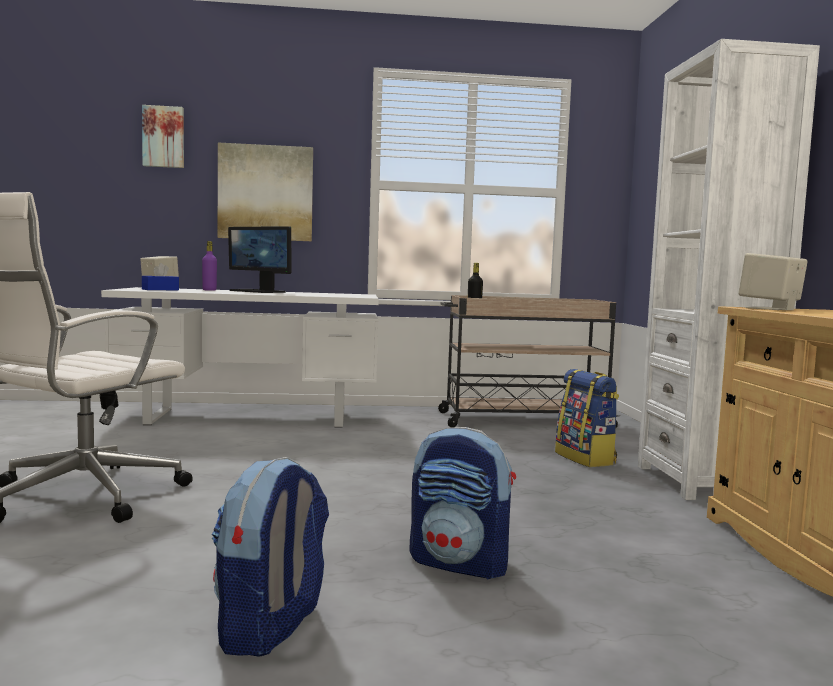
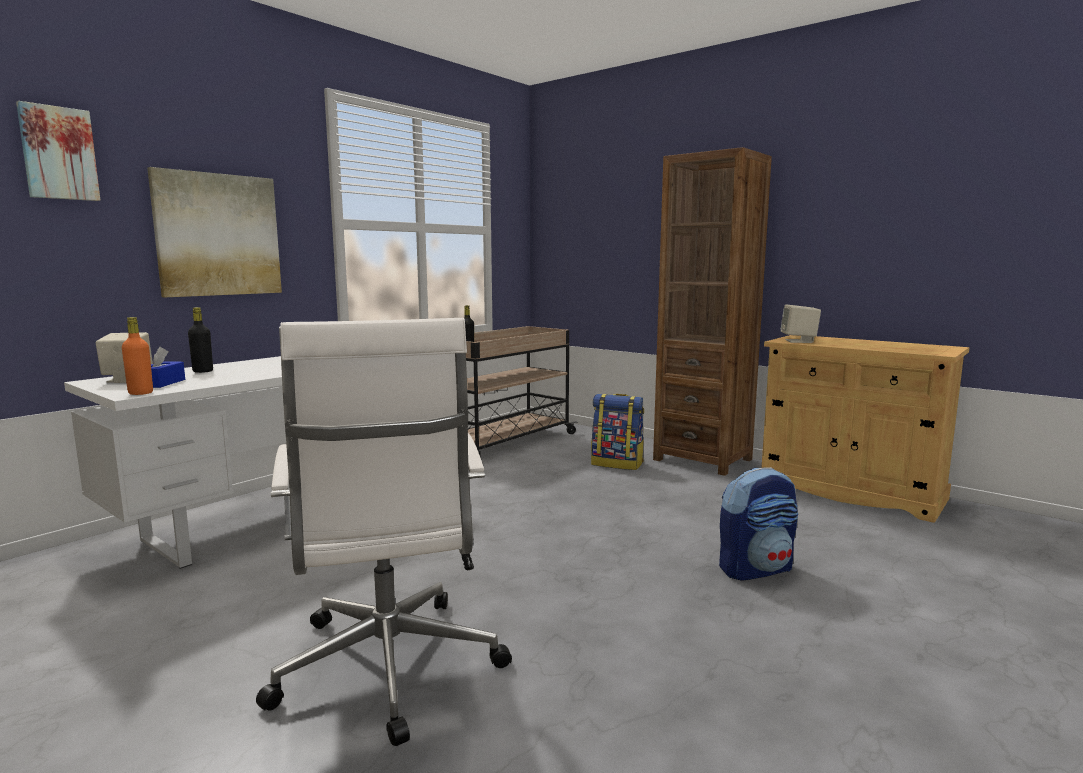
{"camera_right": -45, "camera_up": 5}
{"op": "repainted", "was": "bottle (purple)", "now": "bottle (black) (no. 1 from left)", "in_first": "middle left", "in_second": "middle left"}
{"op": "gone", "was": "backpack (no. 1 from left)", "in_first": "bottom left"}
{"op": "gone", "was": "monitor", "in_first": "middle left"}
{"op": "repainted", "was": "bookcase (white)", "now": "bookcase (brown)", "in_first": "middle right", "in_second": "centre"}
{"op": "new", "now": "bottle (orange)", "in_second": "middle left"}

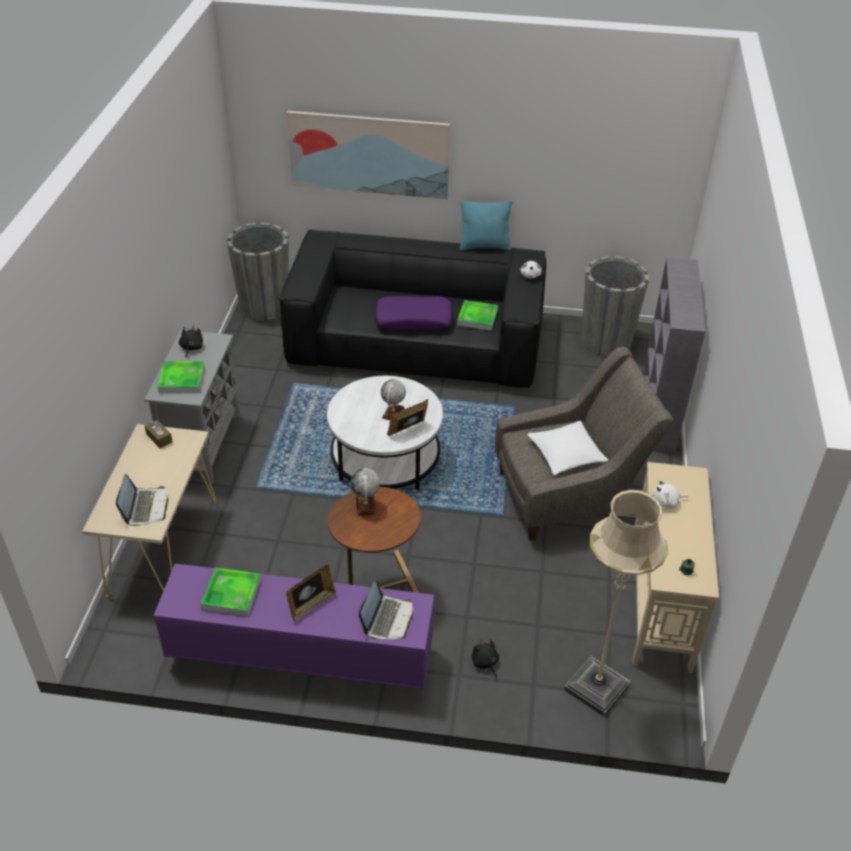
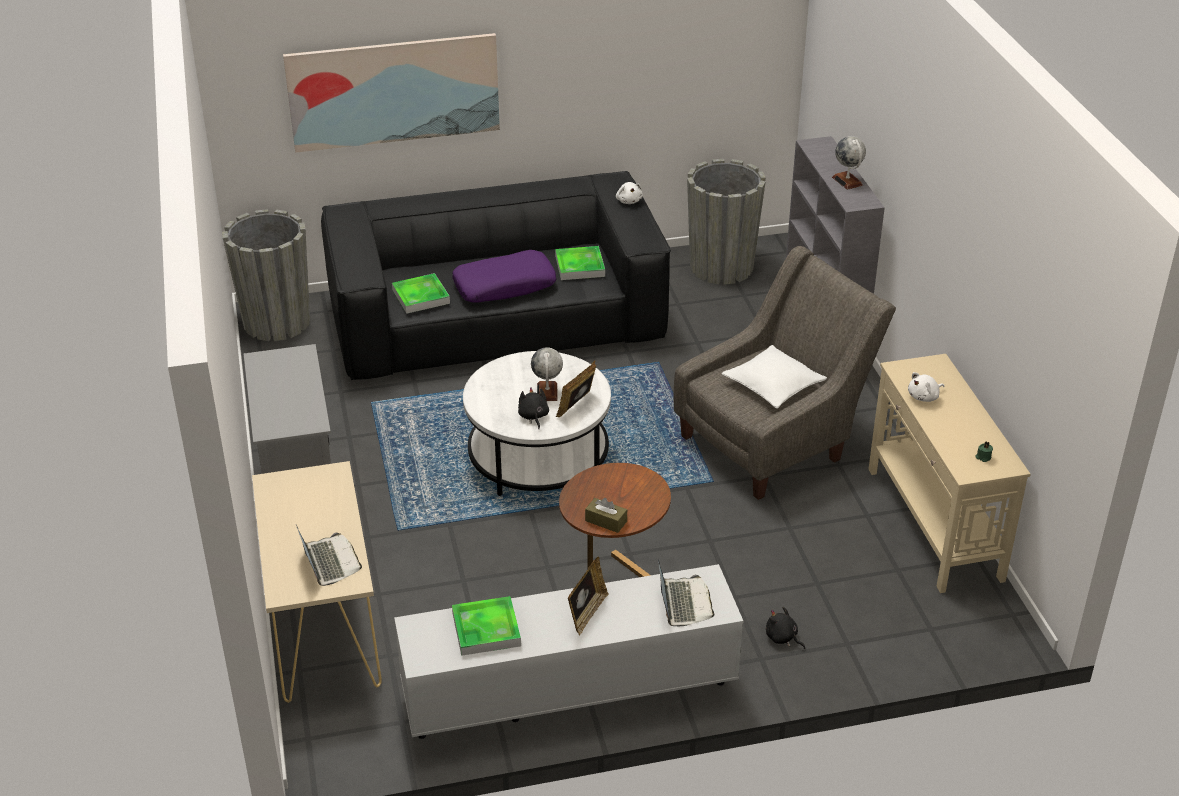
{"camera_right": -20, "camera_up": -5}
{"op": "shifted", "was": "tissue box (brown)", "in_first": "middle left", "in_second": "centre"}
{"op": "repainted", "was": "tv stand (purple)", "now": "tv stand (white)", "in_first": "bottom centre", "in_second": "bottom centre"}
{"op": "shifted", "was": "tray (no. 1 from left)", "in_first": "middle left", "in_second": "centre"}
{"op": "shifted", "was": "plush toy (black) (no. 1 from left)", "in_first": "middle left", "in_second": "centre"}
{"op": "shifted", "was": "globe (no. 1 from left in the first image)", "now": "globe (no. 2 from left)", "in_first": "centre", "in_second": "top right"}
{"op": "gone", "was": "pillow (turquoise)", "in_first": "top centre"}
{"op": "gone", "was": "floor lamp (beige)", "in_first": "bottom right"}

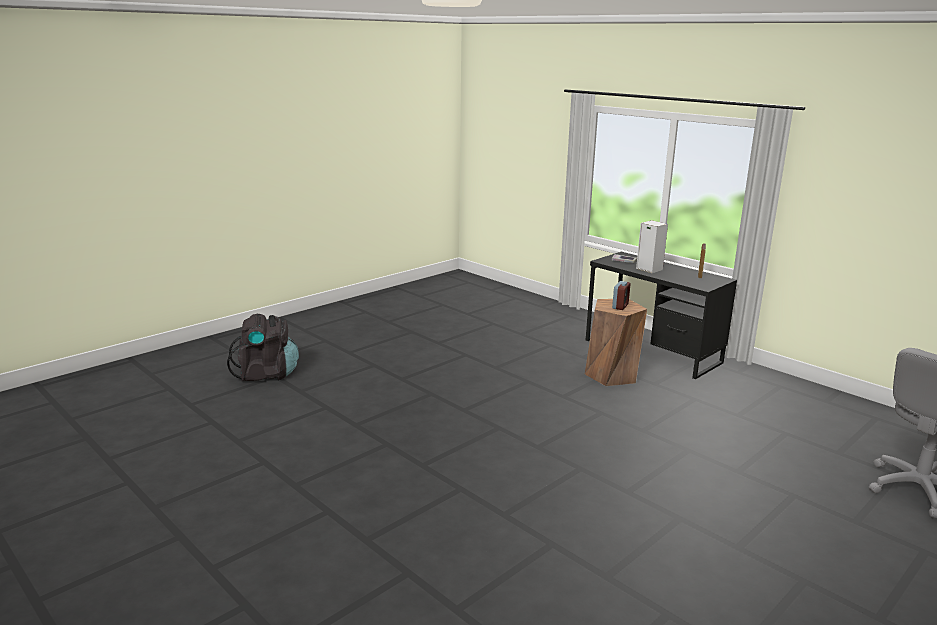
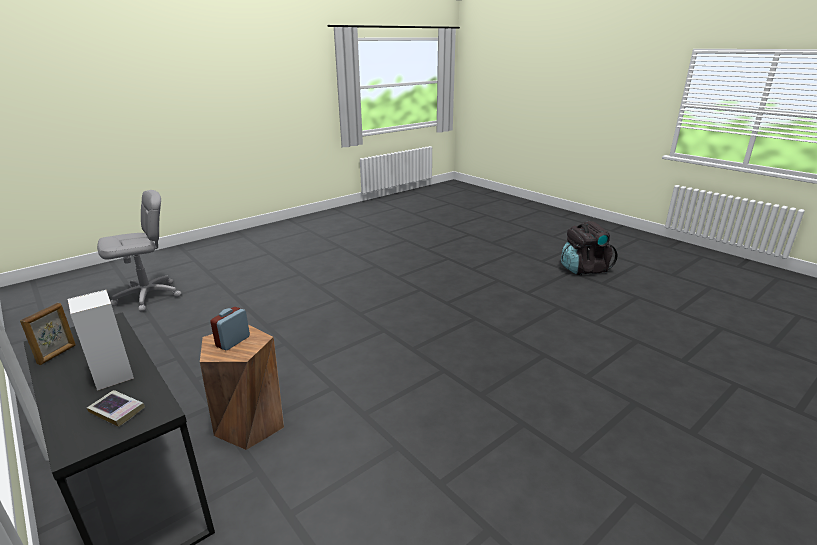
{"camera_right": -175, "camera_up": 5}
{"op": "shifted", "was": "backpack (black)", "in_first": "middle left", "in_second": "middle right"}

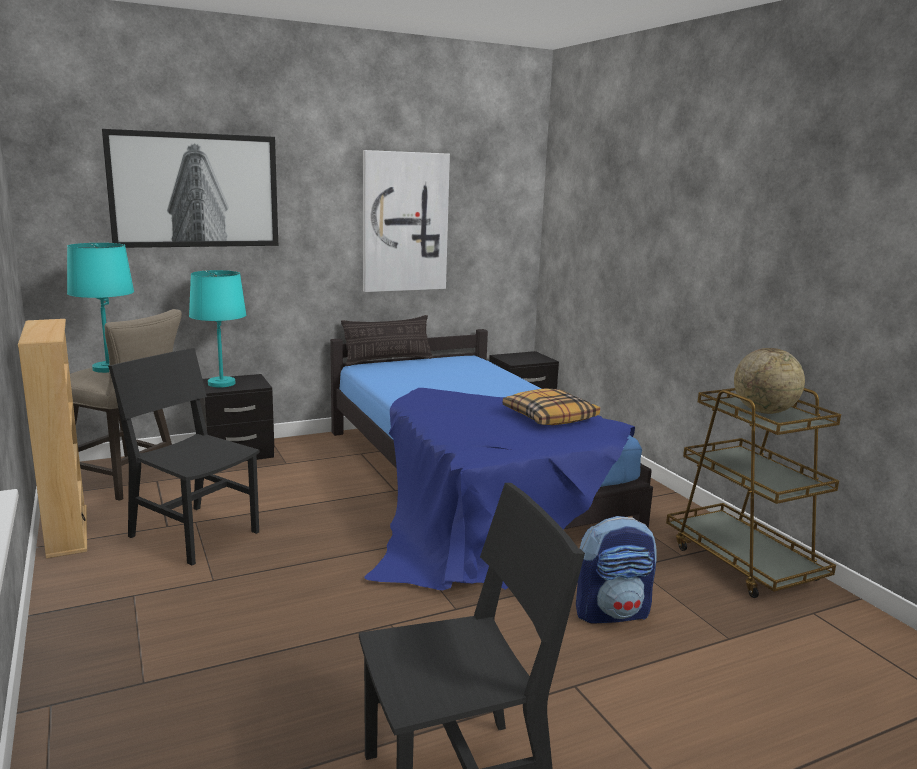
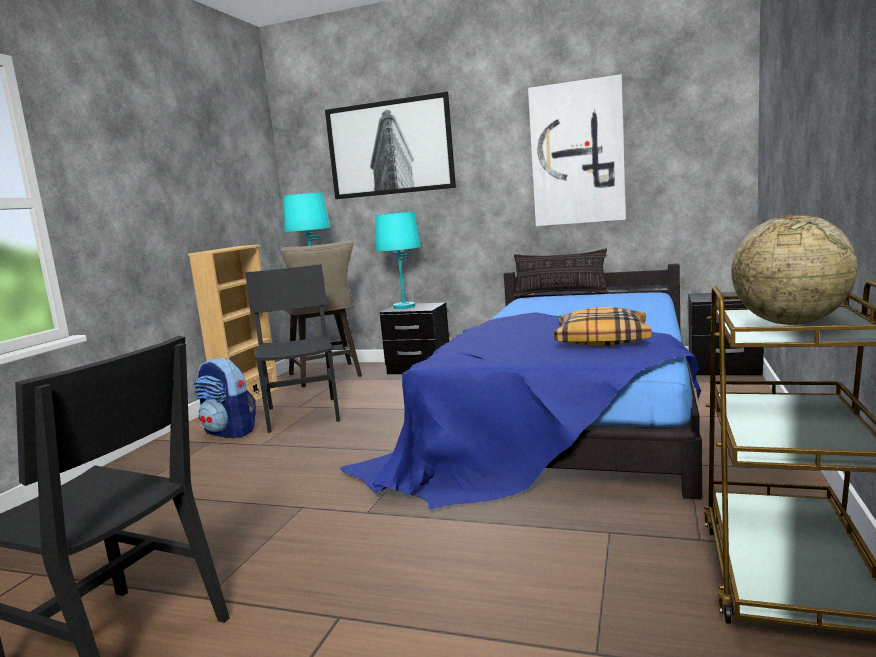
{"camera_right": 45, "camera_up": -5}
{"op": "shifted", "was": "backpack", "in_first": "bottom right", "in_second": "middle left"}

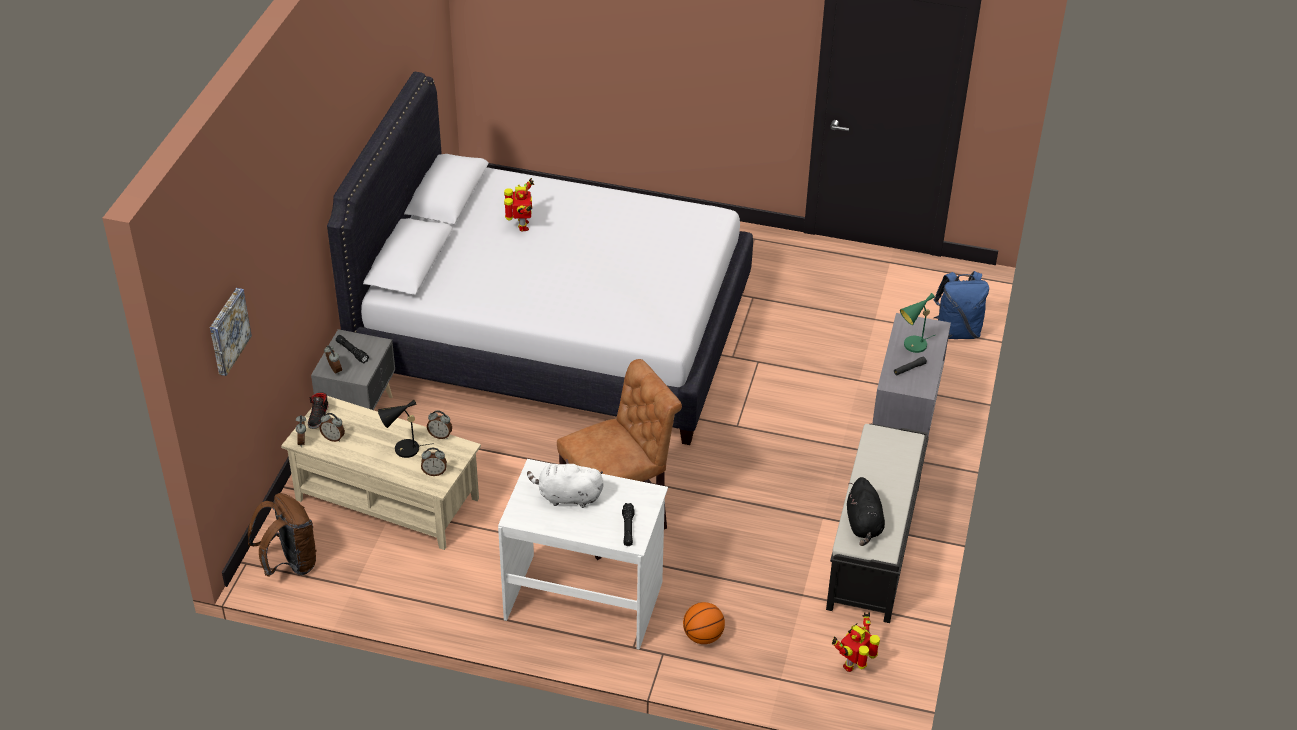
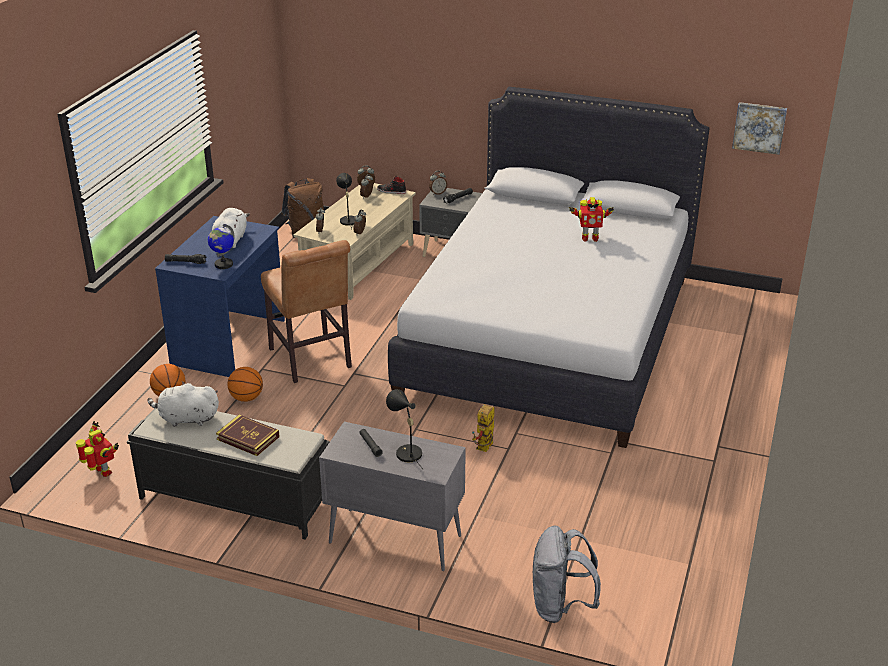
{"camera_right": 95, "camera_up": -10}
{"op": "shifted", "was": "picture", "in_first": "middle left", "in_second": "top right"}
{"op": "repainted", "was": "desk (white)", "now": "desk (blue)", "in_first": "bottom centre", "in_second": "middle left"}
{"op": "repainted", "was": "plush toy (black)", "now": "plush toy (white) (no. 1 from left)", "in_first": "bottom right", "in_second": "middle left"}
{"op": "repainted", "was": "table lamp (green)", "now": "table lamp (black) (no. 2 from left)", "in_first": "middle right", "in_second": "centre"}
{"op": "repainted", "was": "backpack (blue)", "now": "backpack (grey)", "in_first": "middle right", "in_second": "bottom centre"}
{"op": "new", "now": "globe", "in_second": "middle left"}
{"op": "new", "now": "book", "in_second": "middle left"}
{"op": "new", "now": "basketball (no. 2 from left)", "in_second": "middle left"}
{"op": "new", "now": "toy robot (no. 2 from left)", "in_second": "centre"}

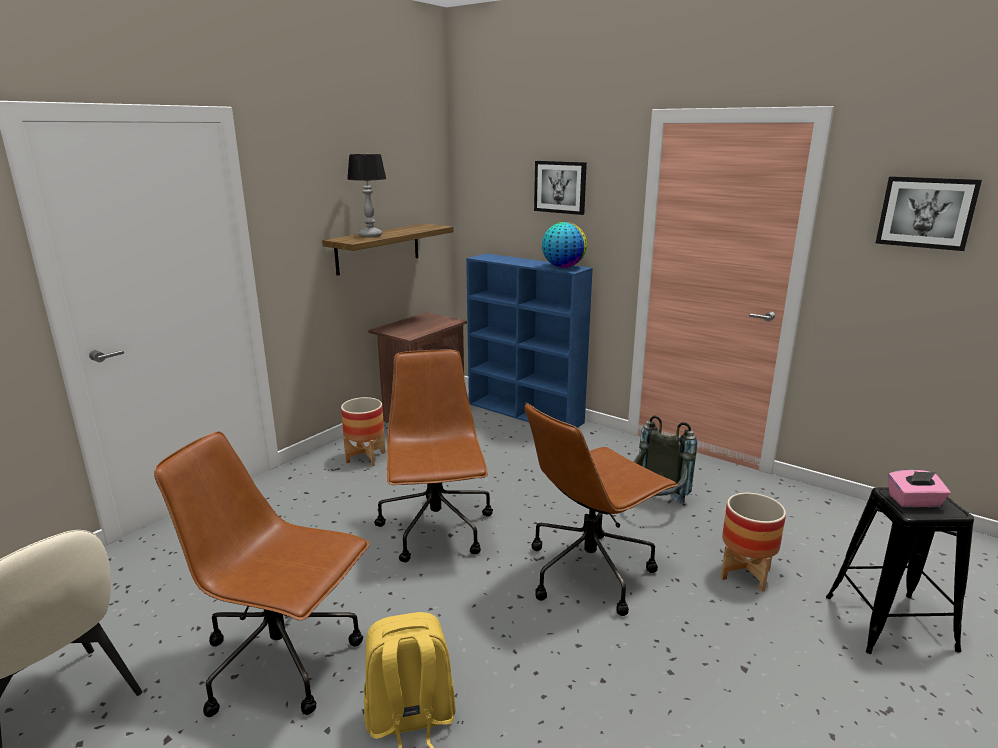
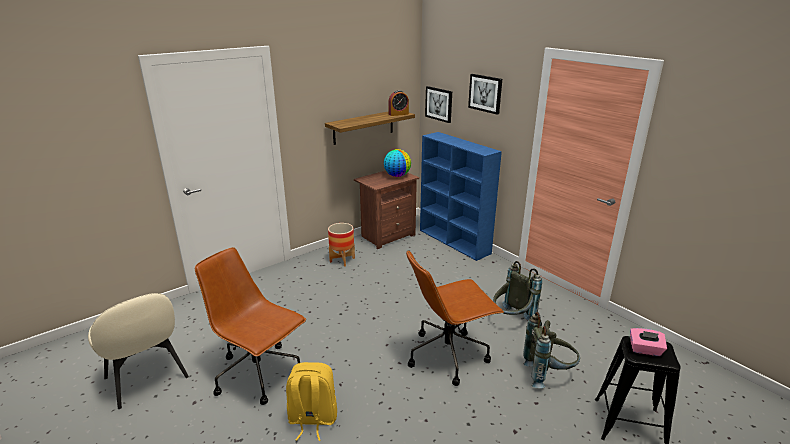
{"camera_right": 15, "camera_up": 5}
{"op": "gone", "was": "table lamp", "in_first": "top centre"}
{"op": "gone", "was": "office chair (brown) (no. 2 from left)", "in_first": "centre"}
{"op": "shifted", "was": "globe", "in_first": "top centre", "in_second": "centre"}
{"op": "swapped", "was": "planter (no. 2 from left)", "now": "backpack (grey) (no. 2 from left)", "in_first": "bottom right", "in_second": "bottom right"}
{"op": "shifted", "was": "picture (no. 2 from left in the first image)", "now": "picture (no. 1 from left)", "in_first": "top right", "in_second": "top centre"}
{"op": "new", "now": "alarm clock", "in_second": "top centre"}

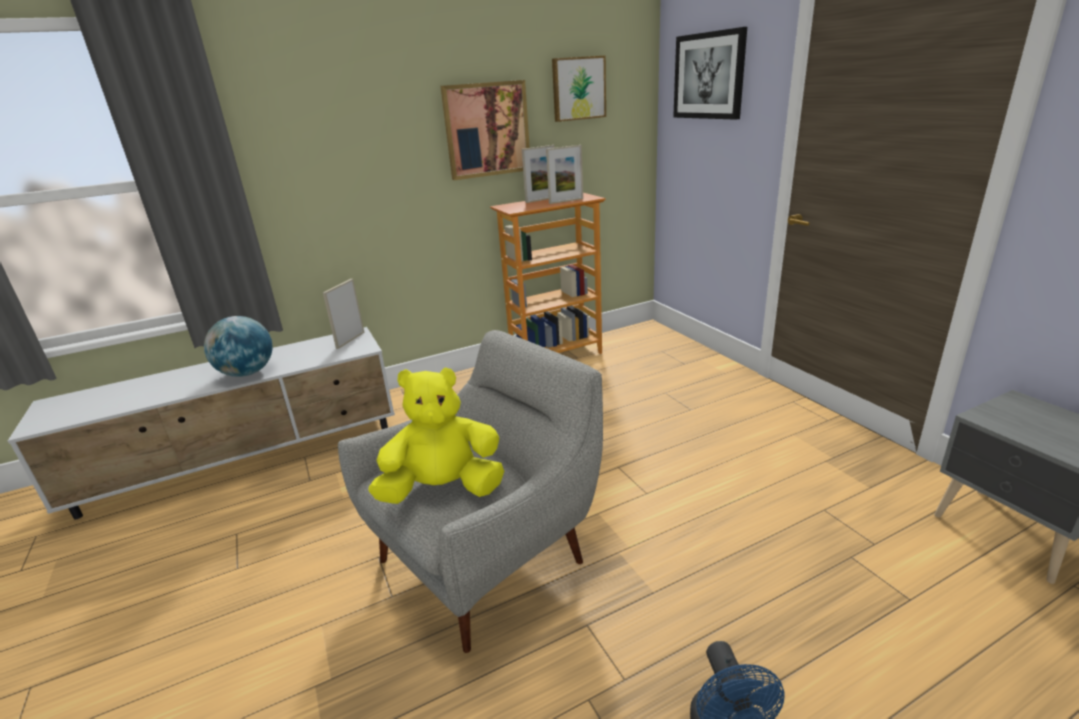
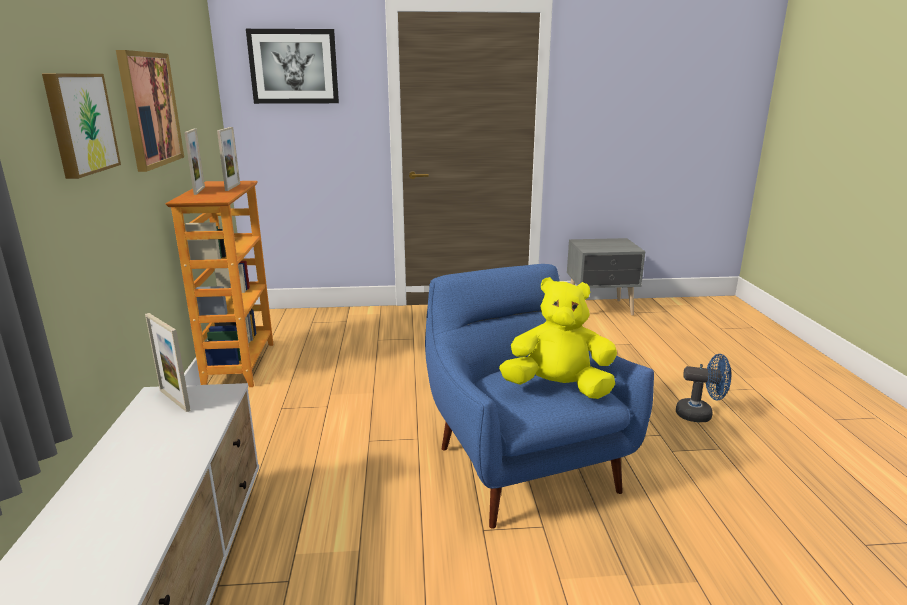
{"camera_right": -70, "camera_up": -5}
{"op": "gone", "was": "globe", "in_first": "middle left"}
{"op": "repainted", "was": "armchair (grey)", "now": "armchair (blue)", "in_first": "bottom centre", "in_second": "centre"}
{"op": "rotated", "was": "plush toy (yellow)", "in_first": "centre", "in_second": "centre", "clockwise": 90}
{"op": "shifted", "was": "picture (no. 2 from left in the first image)", "now": "picture (no. 1 from left)", "in_first": "top centre", "in_second": "top left"}

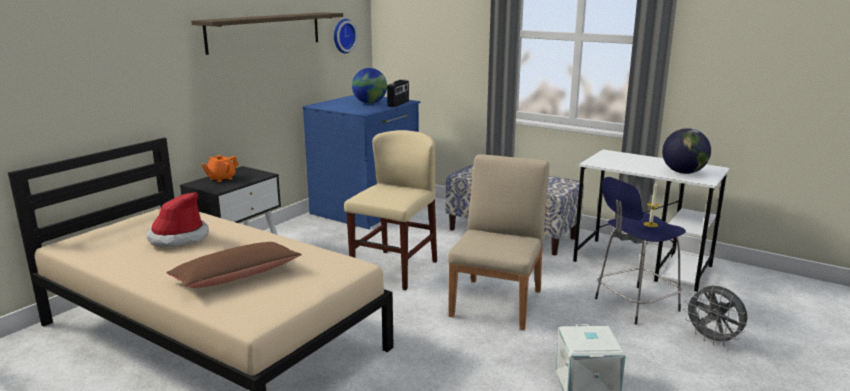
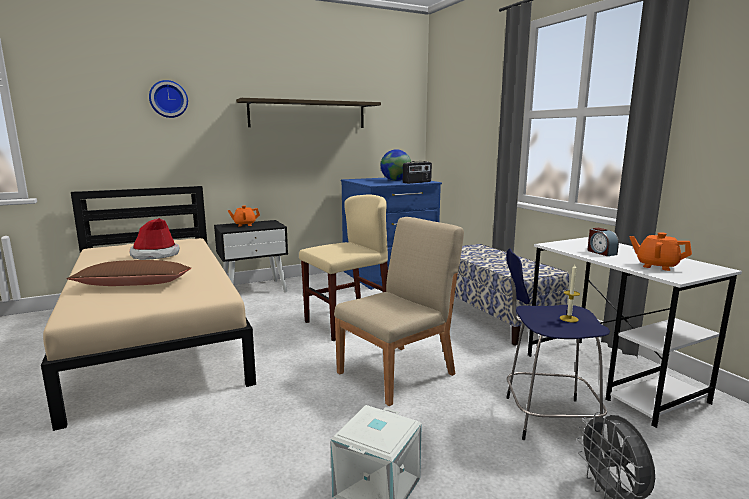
{"camera_right": 30, "camera_up": -5}
{"op": "shifted", "was": "wall clock", "in_first": "top centre", "in_second": "top left"}
{"op": "swapped", "was": "globe (no. 2 from left)", "now": "teapot (orange) (no. 2 from left)", "in_first": "middle right", "in_second": "middle right"}
{"op": "new", "now": "alarm clock", "in_second": "middle right"}

